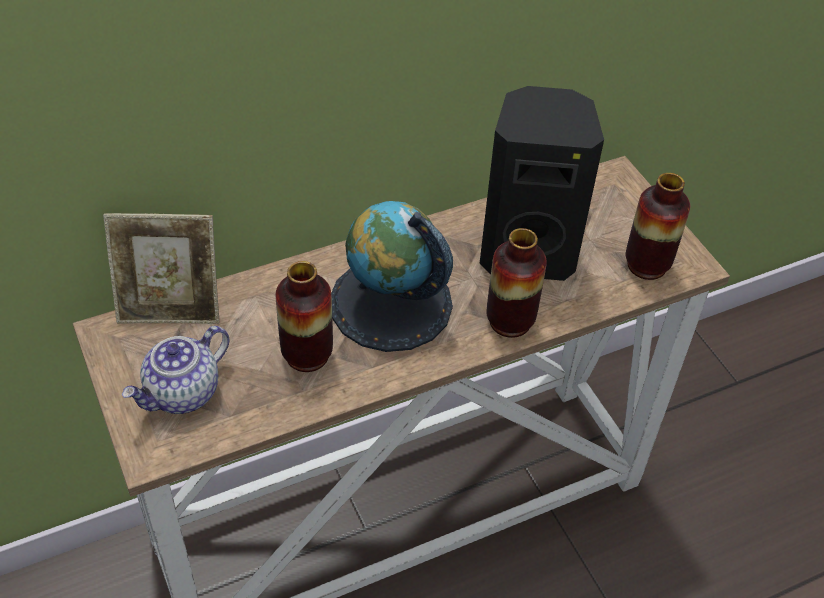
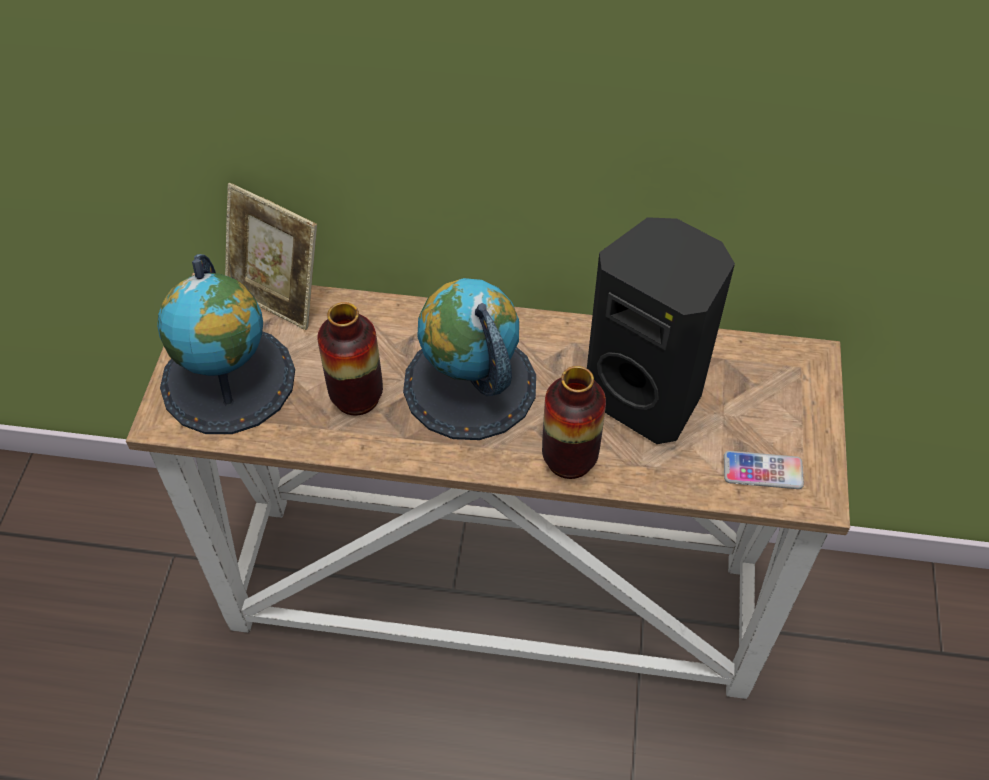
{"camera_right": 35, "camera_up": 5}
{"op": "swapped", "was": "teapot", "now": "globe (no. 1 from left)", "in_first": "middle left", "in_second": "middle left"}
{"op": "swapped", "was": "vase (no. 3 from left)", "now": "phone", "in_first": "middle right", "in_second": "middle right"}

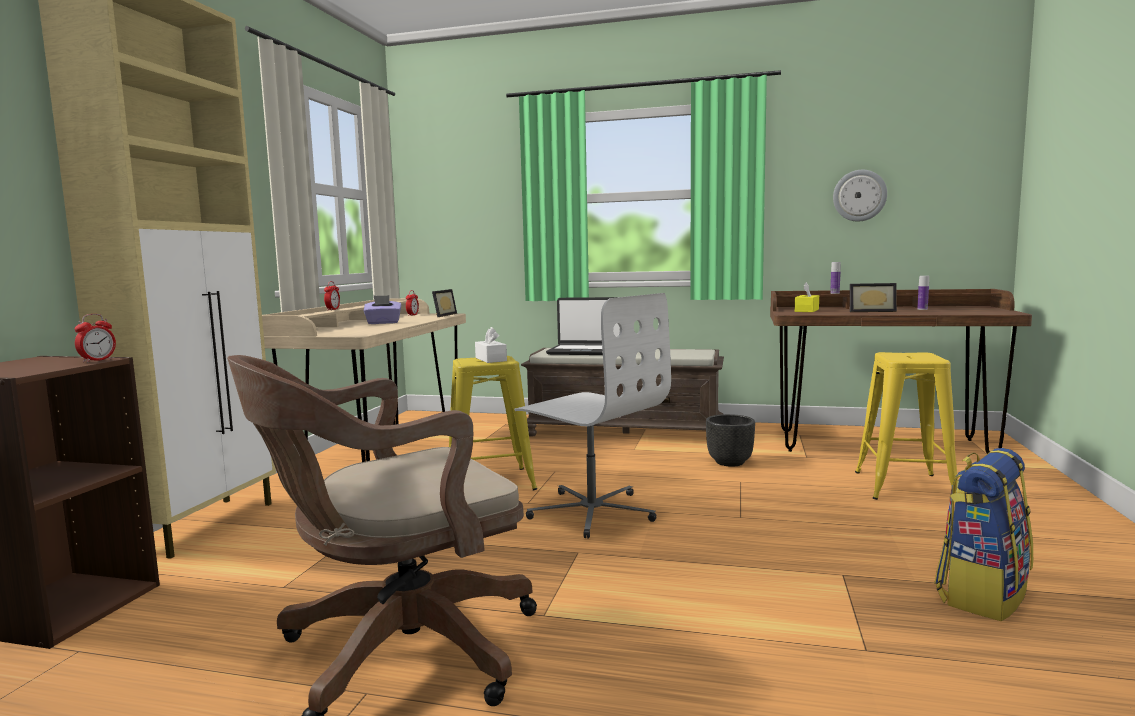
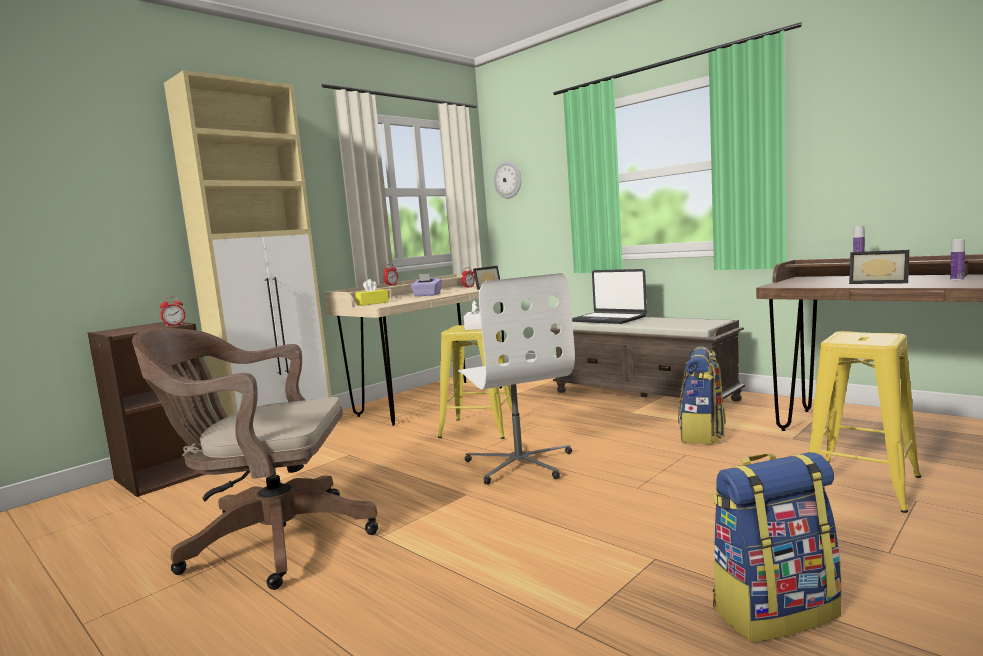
{"camera_right": 30, "camera_up": 0}
{"op": "swapped", "was": "planter (black)", "now": "backpack (no. 1 from left)", "in_first": "centre", "in_second": "middle right"}
{"op": "shifted", "was": "tissue box (yellow)", "in_first": "middle right", "in_second": "centre"}
{"op": "shifted", "was": "wall clock", "in_first": "top right", "in_second": "top centre"}

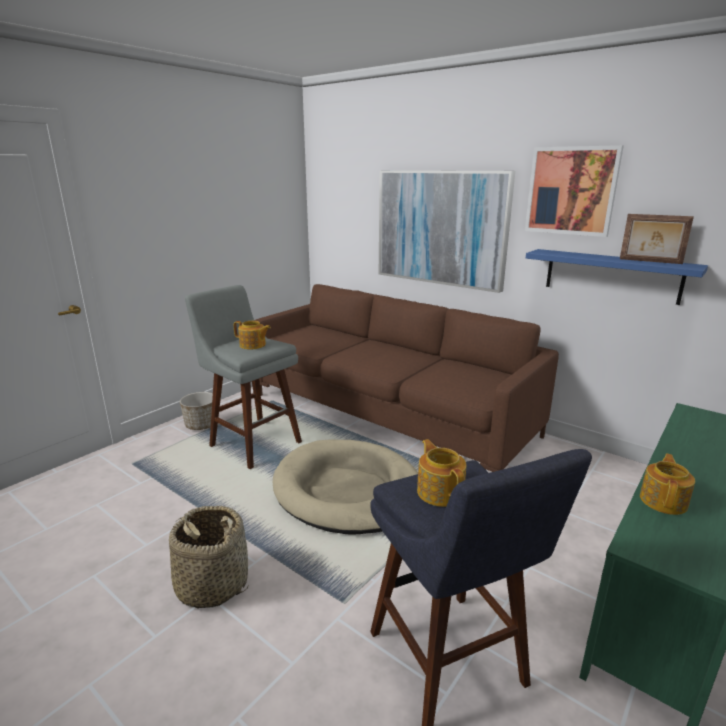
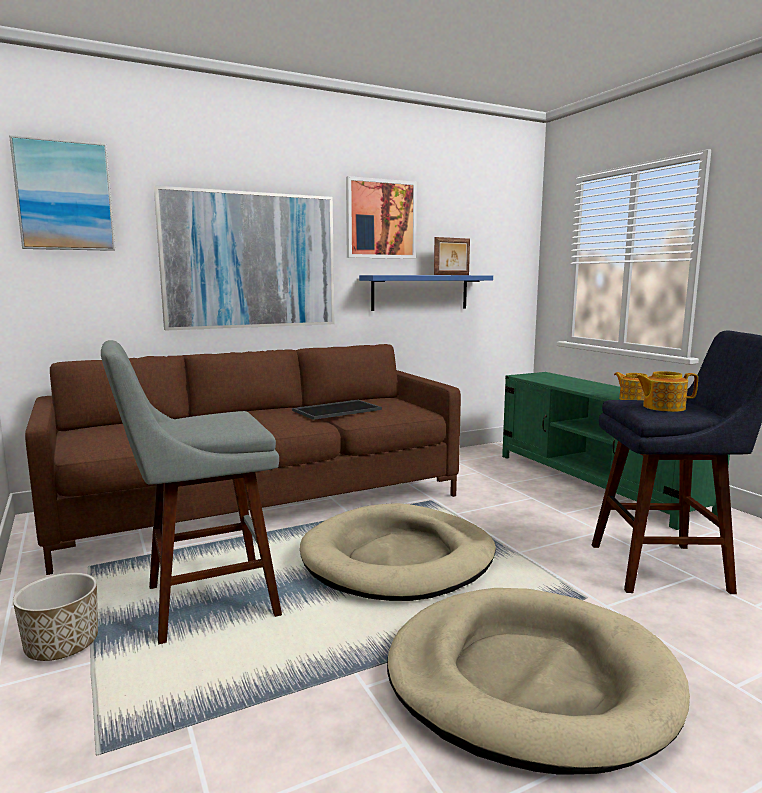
{"camera_right": -65, "camera_up": -10}
{"op": "swapped", "was": "basket", "now": "dog bed (beige) (no. 2 from left)", "in_first": "bottom left", "in_second": "bottom right"}
{"op": "gone", "was": "teapot (no. 1 from left)", "in_first": "centre"}
{"op": "new", "now": "picture (no. 1 from left)", "in_second": "top left"}
{"op": "new", "now": "tray", "in_second": "centre"}

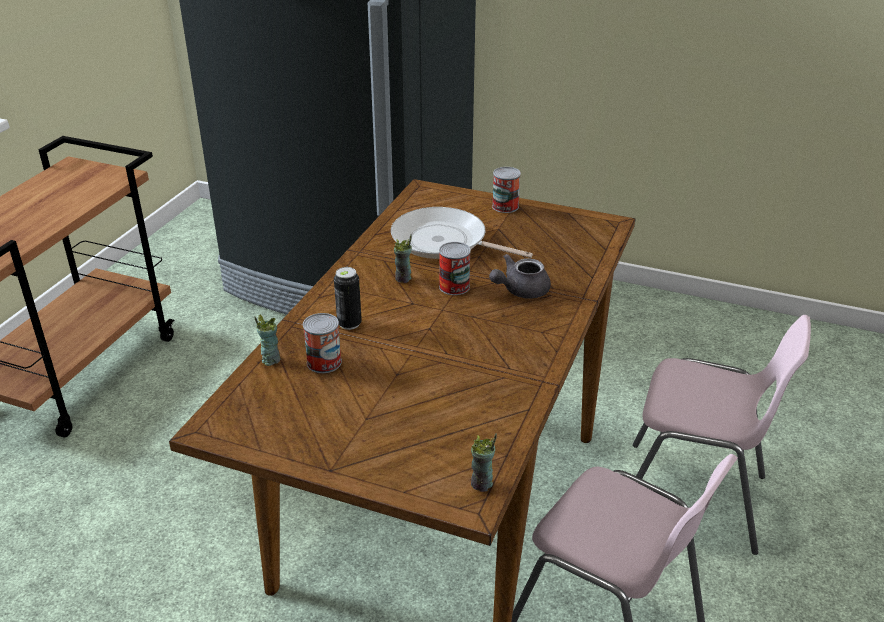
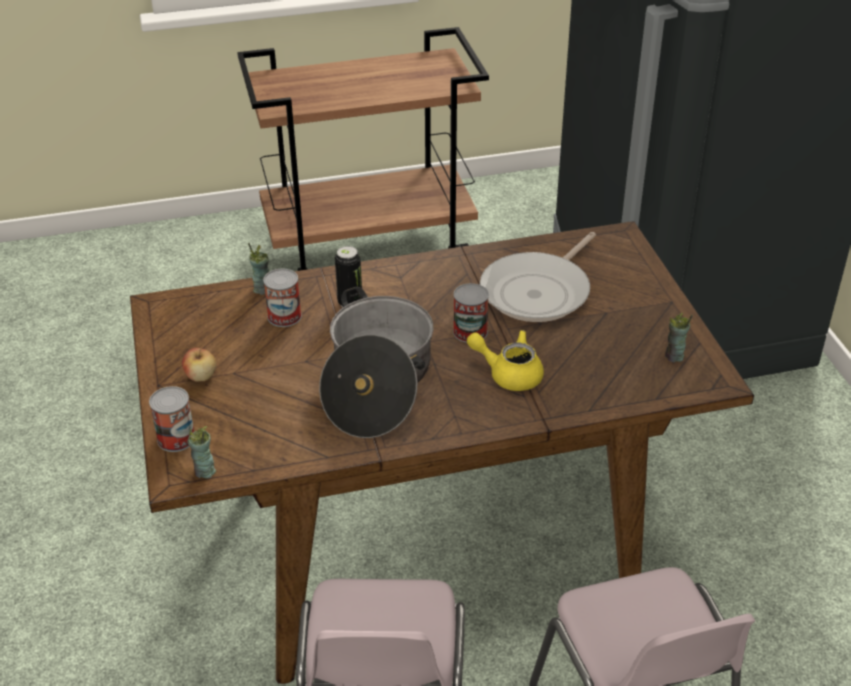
{"camera_right": 55, "camera_up": 5}
{"op": "rotated", "was": "frying pan", "in_first": "centre", "in_second": "centre", "clockwise": -135}
{"op": "shifted", "was": "cup (no. 2 from left in the first image)", "now": "cup (no. 3 from left)", "in_first": "centre", "in_second": "middle right"}
{"op": "repainted", "was": "teapot (grey)", "now": "teapot (yellow)", "in_first": "centre", "in_second": "centre"}
{"op": "shifted", "was": "can (no. 4 from left in the first image)", "now": "can (no. 1 from left)", "in_first": "top centre", "in_second": "middle left"}
{"op": "new", "now": "apple", "in_second": "middle left"}
{"op": "new", "now": "cooking pot", "in_second": "centre"}

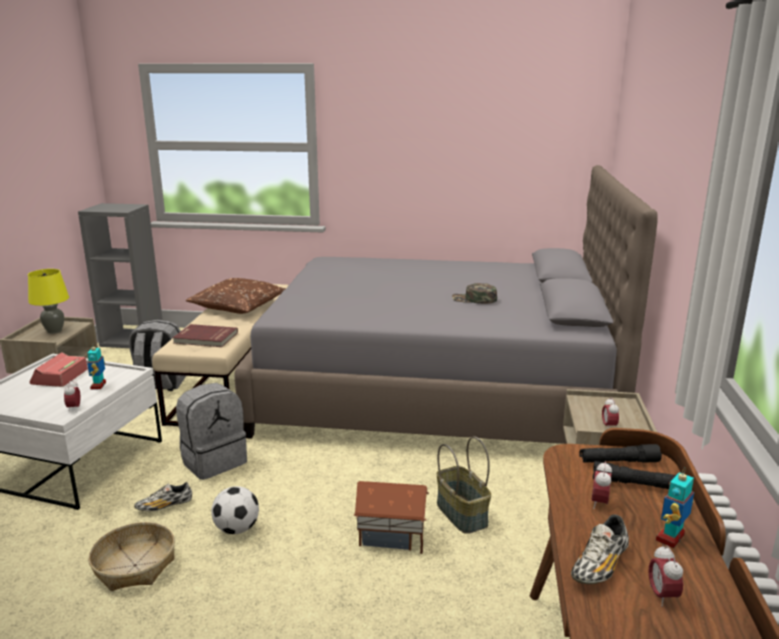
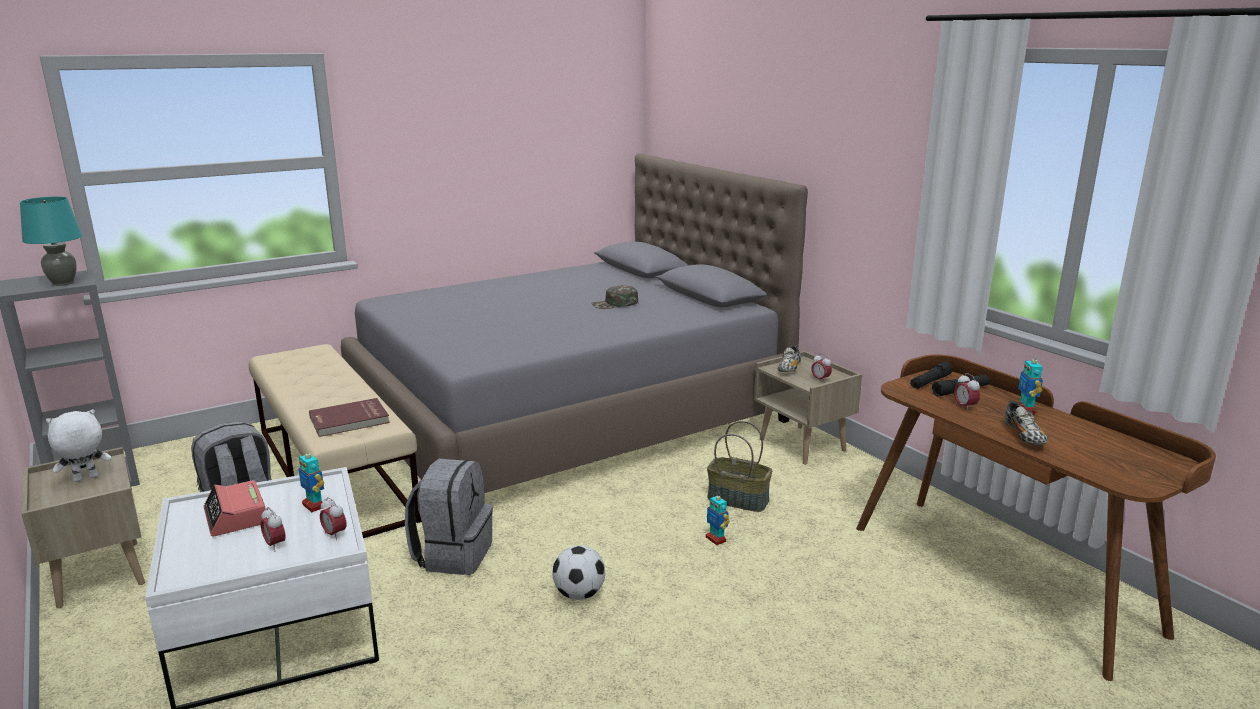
{"camera_right": -40, "camera_up": 0}
{"op": "swapped", "was": "table lamp (yellow)", "now": "plush toy (white)", "in_first": "middle left", "in_second": "middle left"}
{"op": "gone", "was": "basket (no. 1 from left)", "in_first": "bottom left"}
{"op": "shifted", "was": "shoe (no. 1 from left)", "in_first": "bottom left", "in_second": "centre"}
{"op": "gone", "was": "pillow (brown)", "in_first": "middle left"}
{"op": "swapped", "was": "toy house", "now": "toy robot (no. 2 from left)", "in_first": "bottom centre", "in_second": "bottom centre"}
{"op": "shifted", "was": "alarm clock (no. 5 from left in the first image)", "now": "alarm clock (no. 2 from left)", "in_first": "bottom right", "in_second": "bottom left"}
{"op": "new", "now": "table lamp (turquoise)", "in_second": "middle left"}

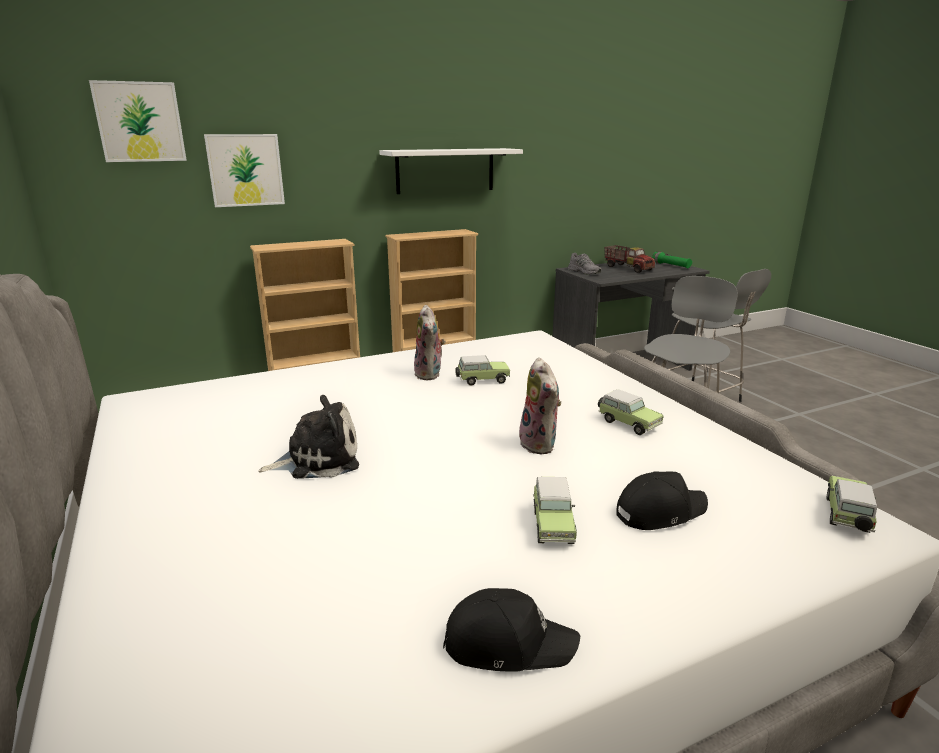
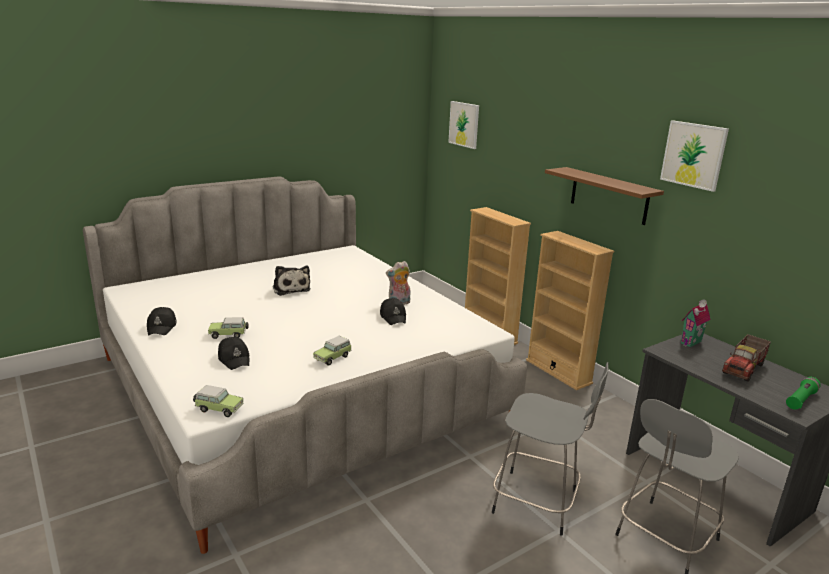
{"camera_right": 80, "camera_up": 0}
{"op": "shifted", "was": "picture (no. 2 from left)", "in_first": "top left", "in_second": "top right"}
{"op": "repainted", "was": "shelf (white)", "now": "shelf (brown)", "in_first": "top centre", "in_second": "middle right"}
{"op": "swapped", "was": "toy car (no. 1 from left)", "now": "cap (black) (no. 3 from left)", "in_first": "centre", "in_second": "centre"}
{"op": "gone", "was": "plush toy (no. 3 from left)", "in_first": "centre"}
{"op": "swapped", "was": "shoe (grey)", "now": "toy house", "in_first": "centre", "in_second": "middle right"}

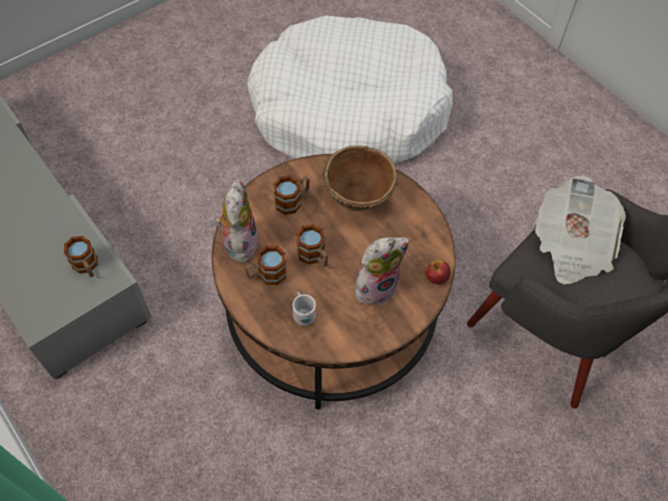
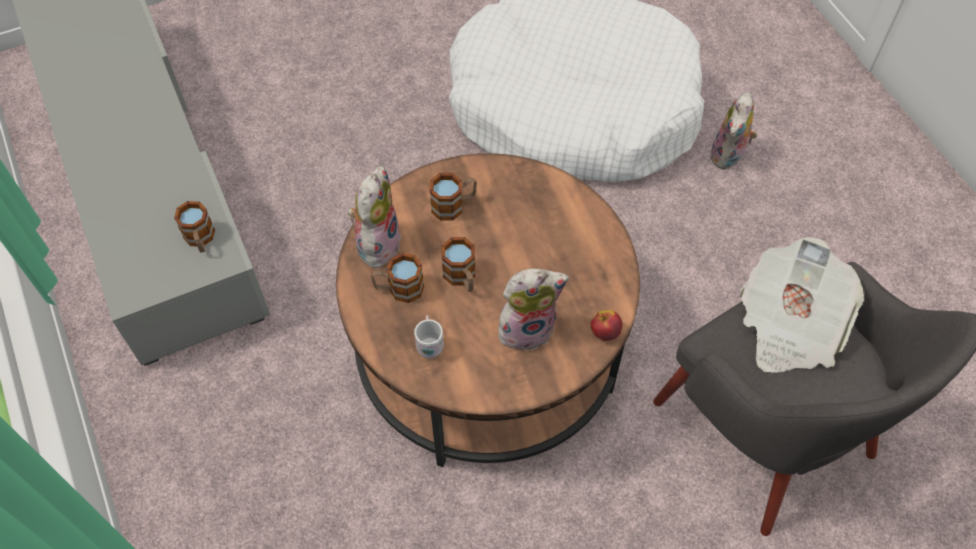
{"camera_right": 15, "camera_up": 0}
{"op": "gone", "was": "bowl (brown)", "in_first": "centre"}
{"op": "new", "now": "plush toy (no. 3 from left)", "in_second": "top right"}

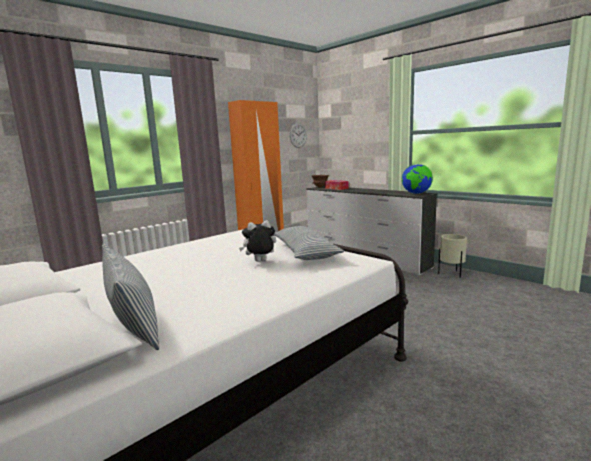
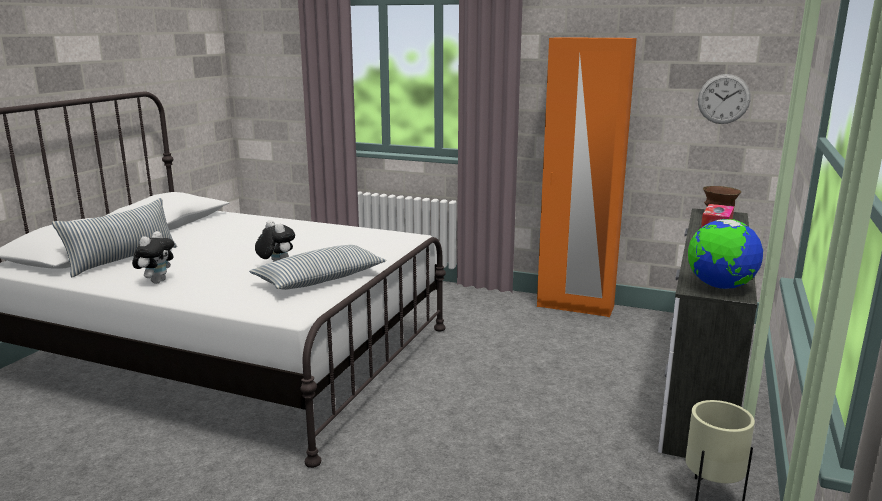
{"camera_right": 65, "camera_up": 5}
{"op": "new", "now": "plush toy (no. 1 from left)", "in_second": "middle left"}

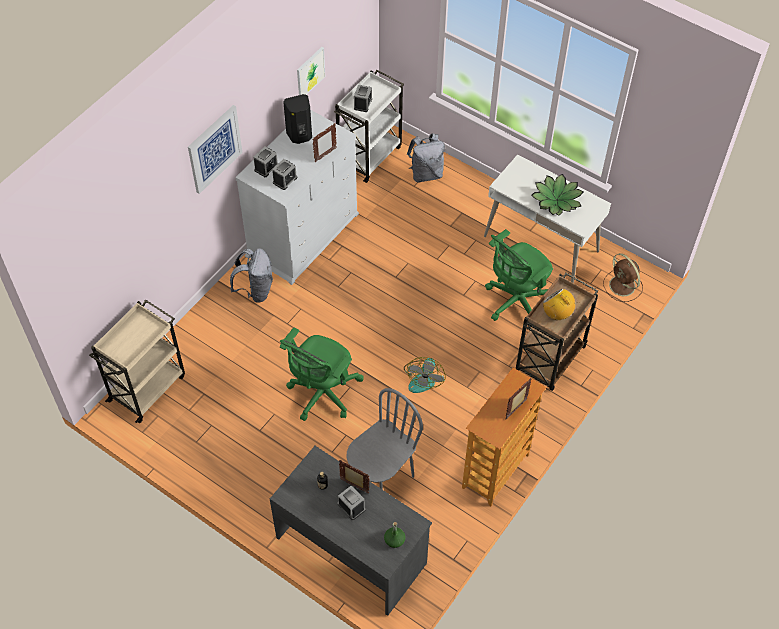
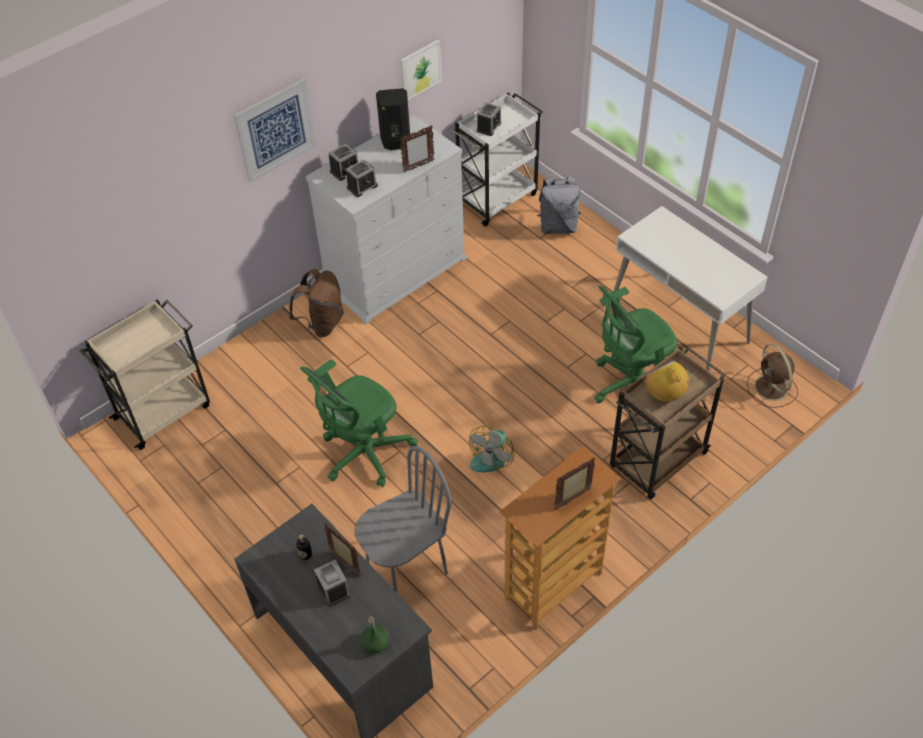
{"camera_right": 15, "camera_up": -5}
{"op": "repainted", "was": "backpack (grey) (no. 1 from left)", "now": "backpack (brown)", "in_first": "middle left", "in_second": "centre"}
{"op": "gone", "was": "potted plant", "in_first": "top right"}

